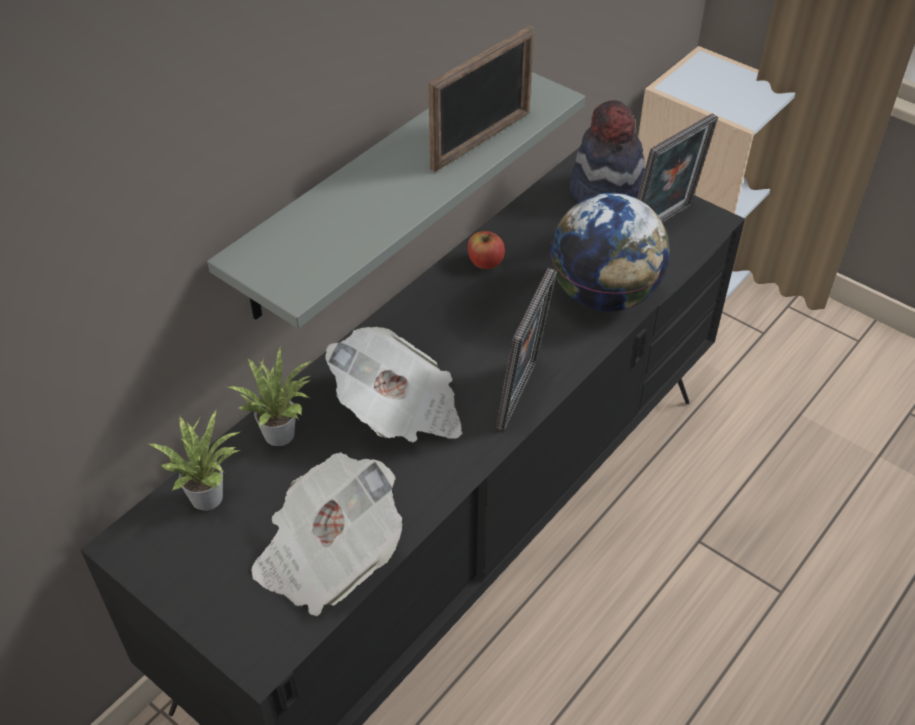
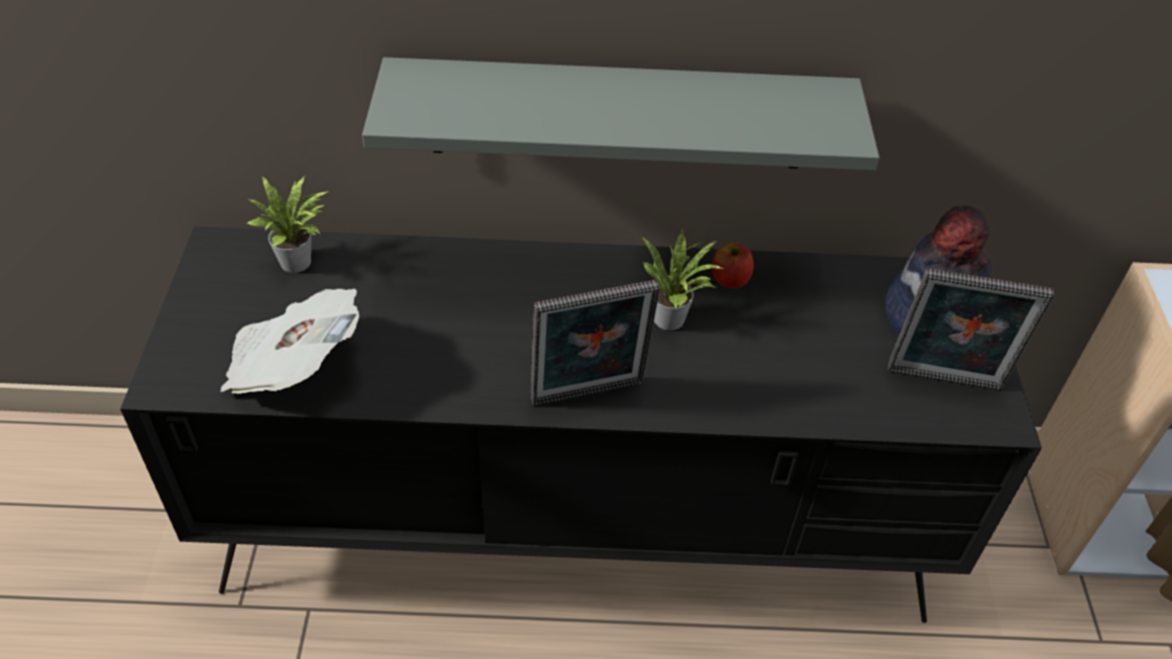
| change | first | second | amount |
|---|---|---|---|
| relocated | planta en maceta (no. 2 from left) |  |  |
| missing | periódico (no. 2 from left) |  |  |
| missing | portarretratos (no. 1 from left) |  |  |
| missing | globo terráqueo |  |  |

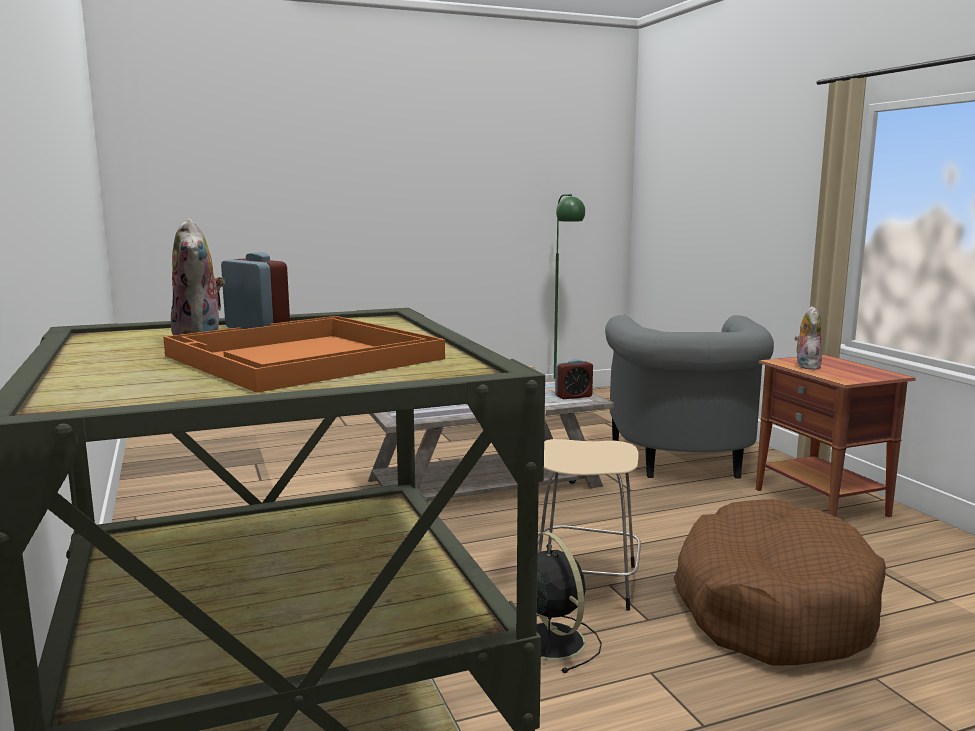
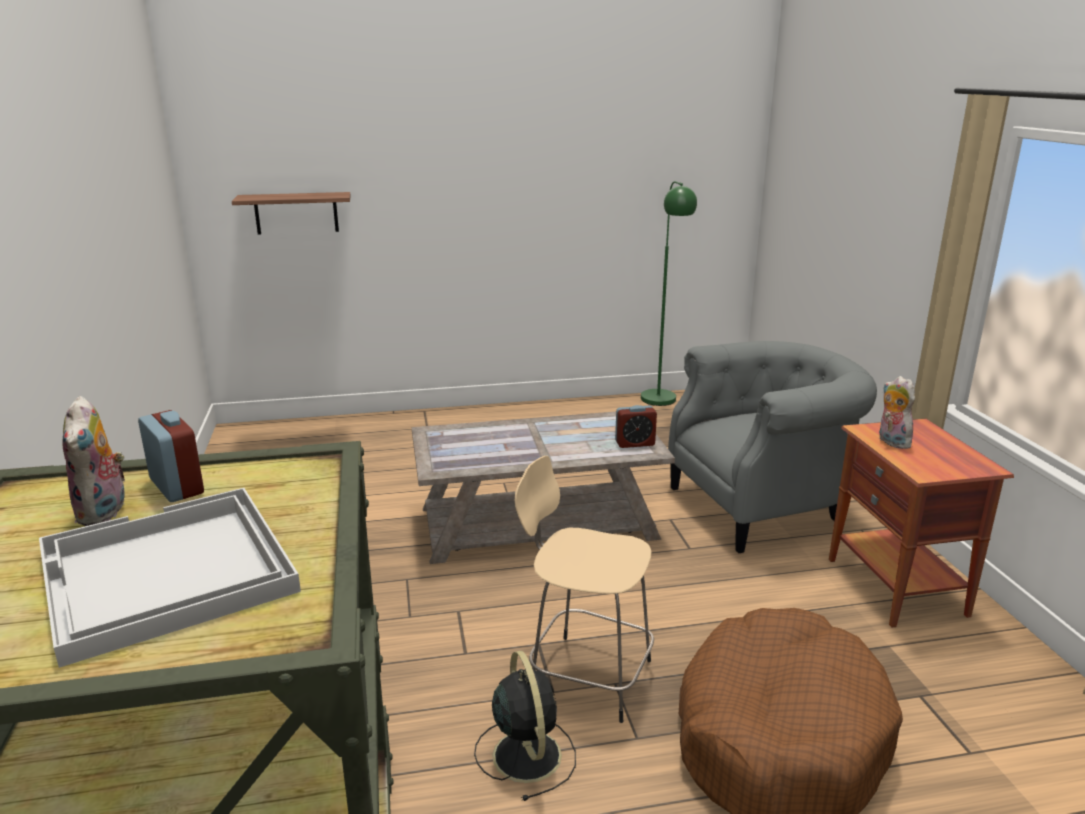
| change | first | second | amount |
|---|---|---|---|
| colour | bandeja [naranja] | bandeja [blanco] |  |
| spun | sillón [gris] |  | 120 degrees counterclockwise |
| spun | peluche (no. 2 from left) |  | 45 degrees counterclockwise |
| appeared |  | estante |  |

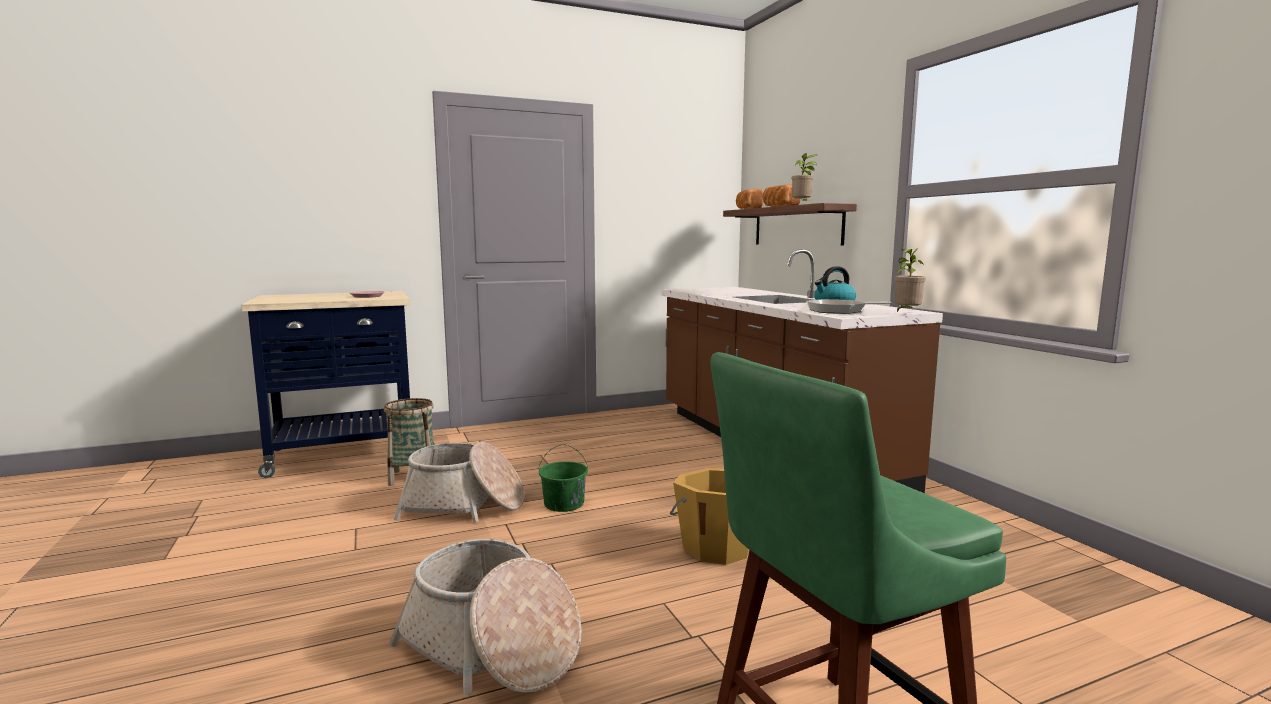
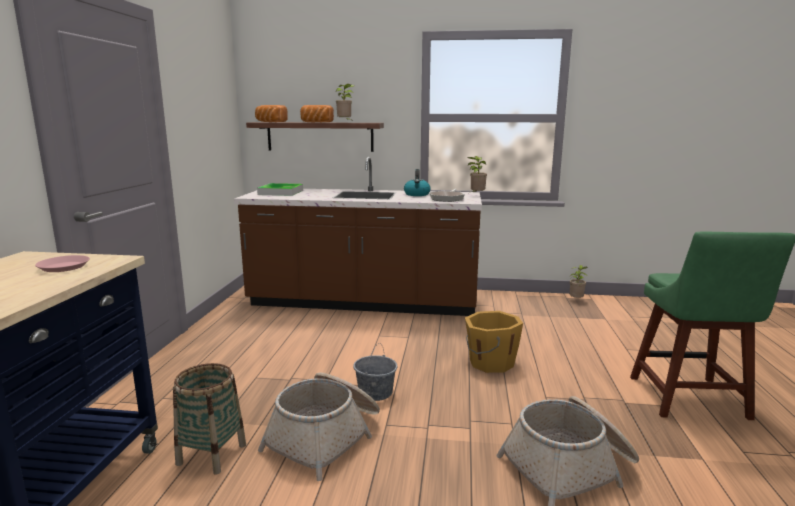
| change | first | second | amount |
|---|---|---|---|
| colour | cubo [verde] | cubo [gris] |  |
| appeared |  | bandeja |  |
| appeared |  | planta en maceta (no. 3 from left) |  |

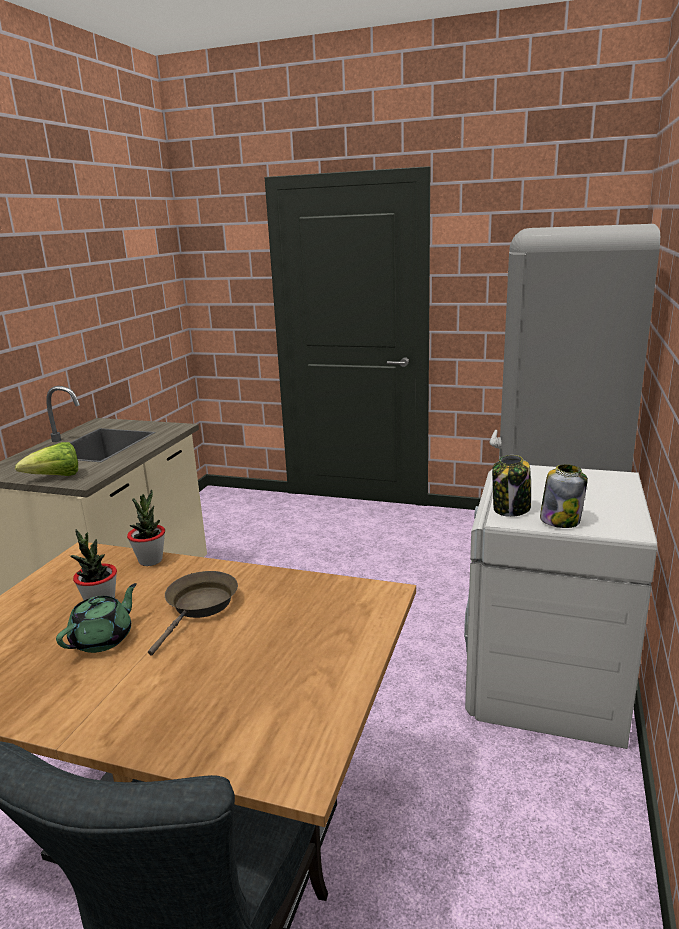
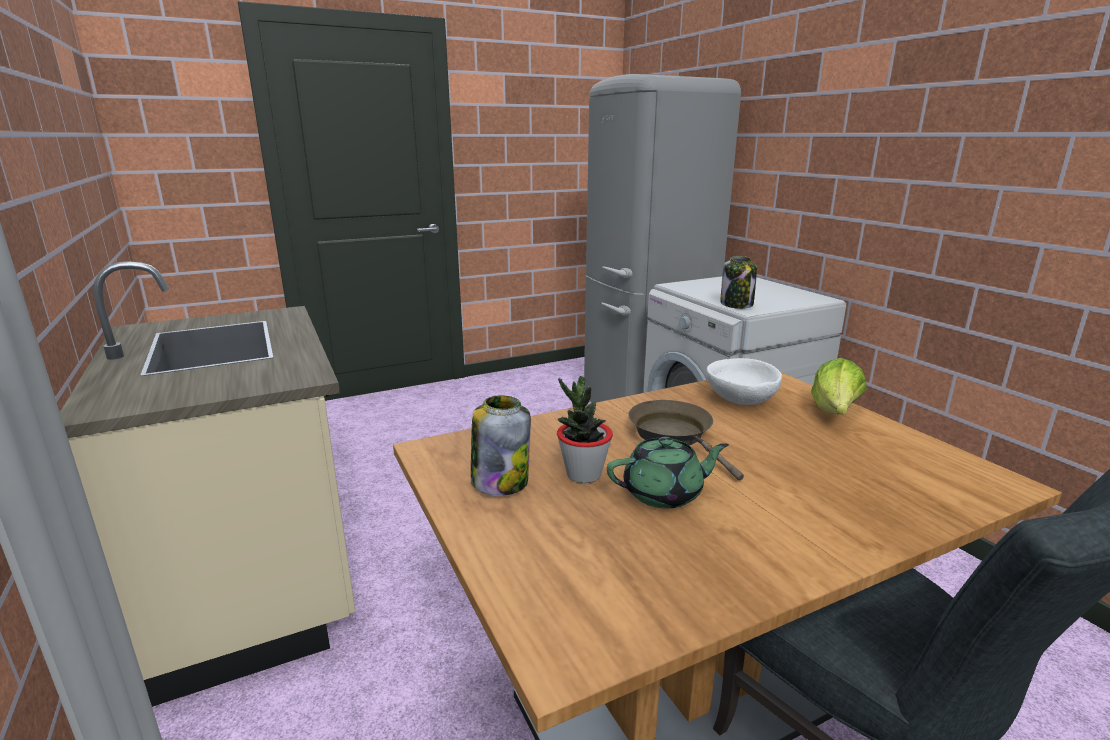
| change | first | second | amount |
|---|---|---|---|
| relocated | lechuga |  |  |
| spun | tetera [verde] |  | 90 degrees clockwise |
| missing | planta en maceta (no. 2 from left) |  |  |
| relocated | tarro (no. 2 from left in the first image) | tarro (no. 1 from left) |  |
| appeared |  | cuenco [blanco] |  |

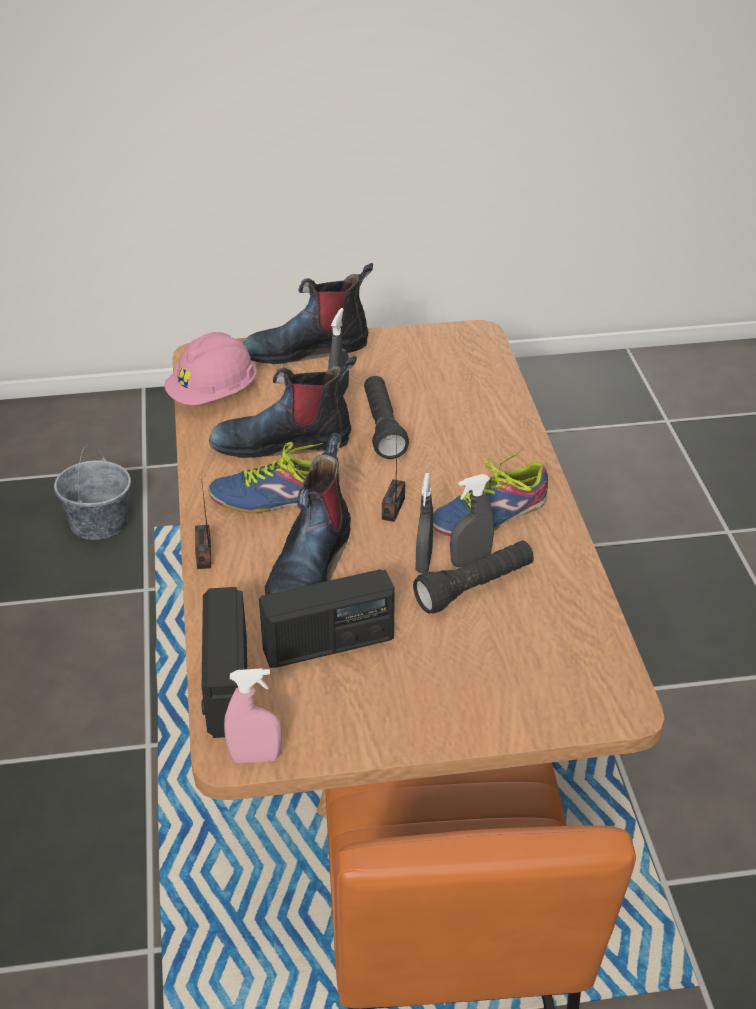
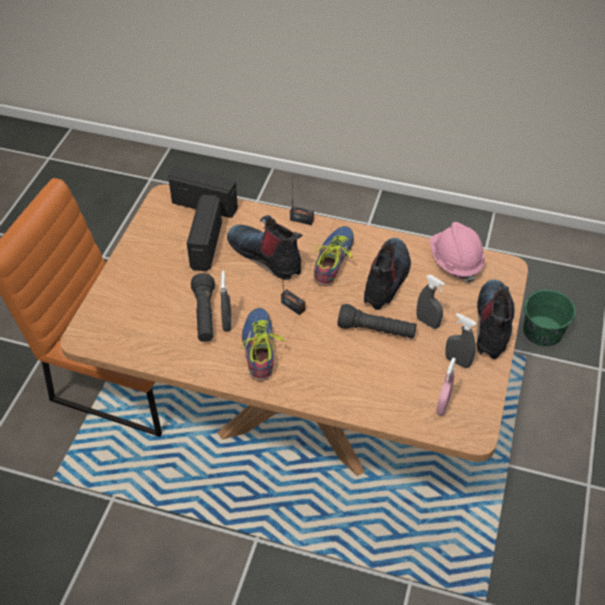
| change | first | second | amount |
|---|---|---|---|
| colour | cubo [gris] | cubo [verde] |  |
| relocated | pulverizador [rosa] |  |  |
| relocated | pulverizador [gris] (no. 2 from left in the first image) | pulverizador [gris] (no. 3 from left) |  |

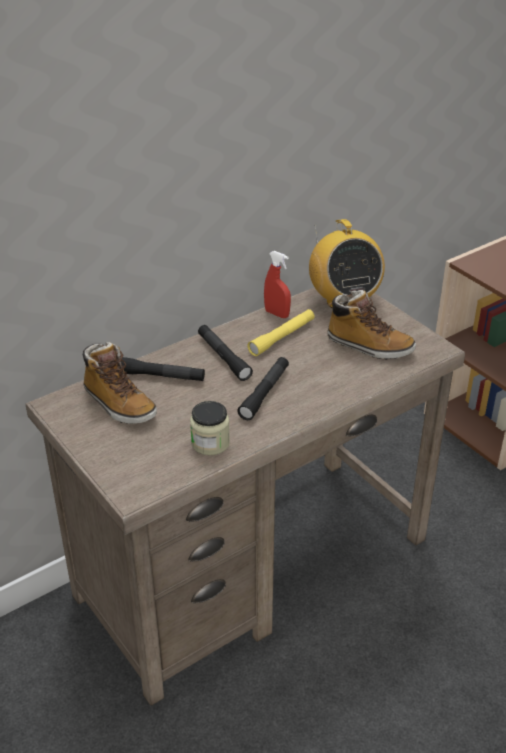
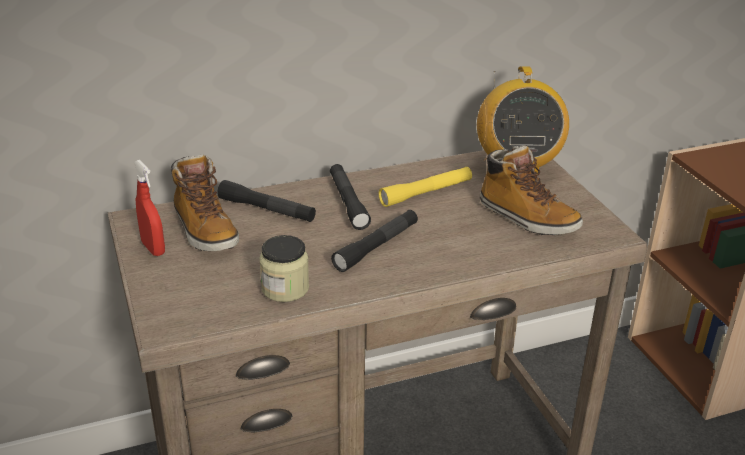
| change | first | second | amount |
|---|---|---|---|
| relocated | pulverizador [rojo] |  |  |

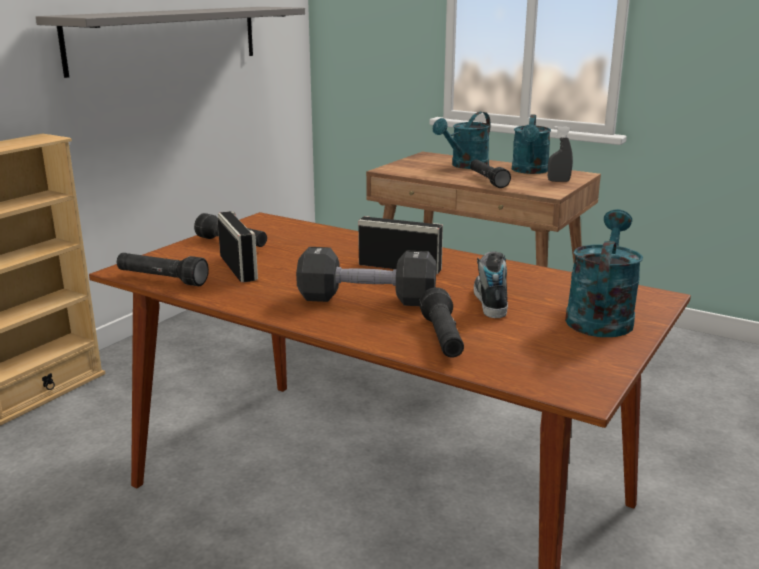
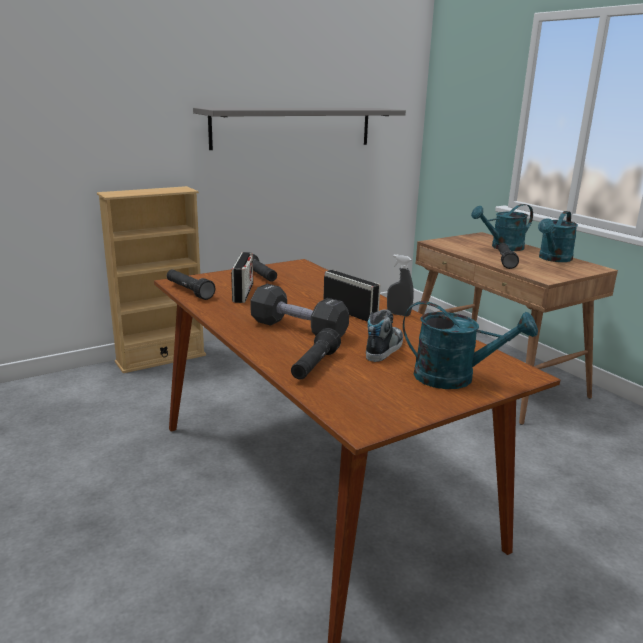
| change | first | second | amount |
|---|---|---|---|
| relocated | pulverizador [gris] |  |  |
| spun | regadera [turquesa] (no. 3 from left in the first image) | regadera [turquesa] (no. 1 from left) | 60 degrees clockwise |

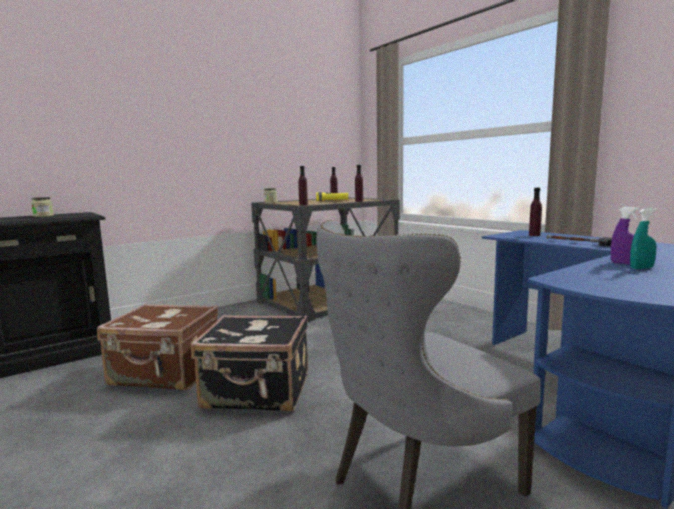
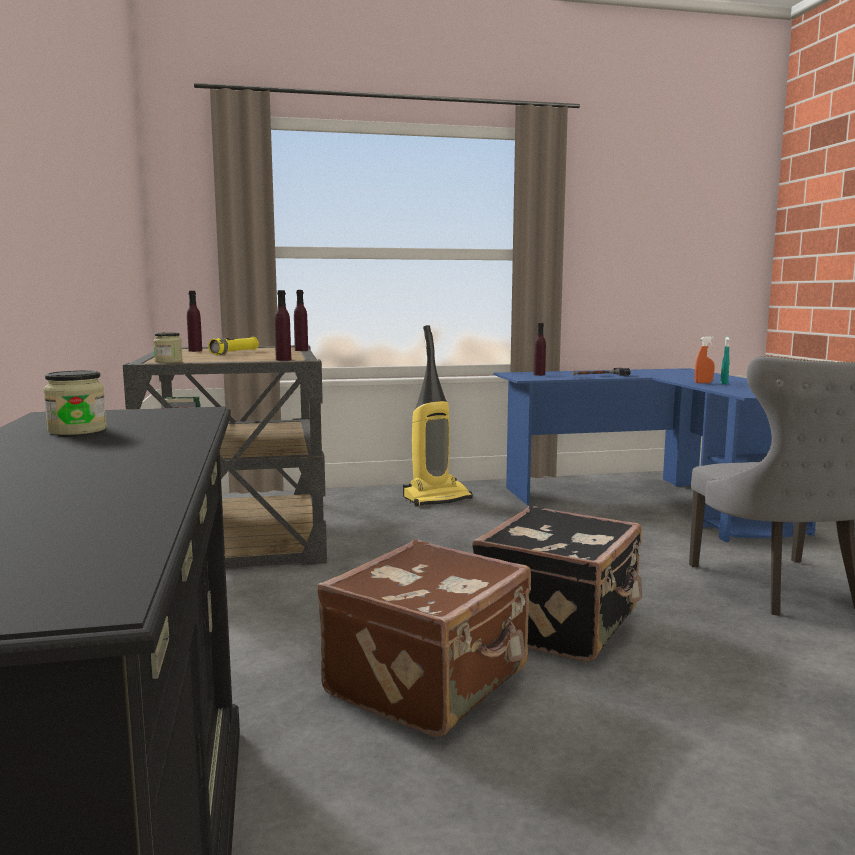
| change | first | second | amount |
|---|---|---|---|
| colour | pulverizador [morado] | pulverizador [naranja] |  |
| appeared |  | aspiradora |  |

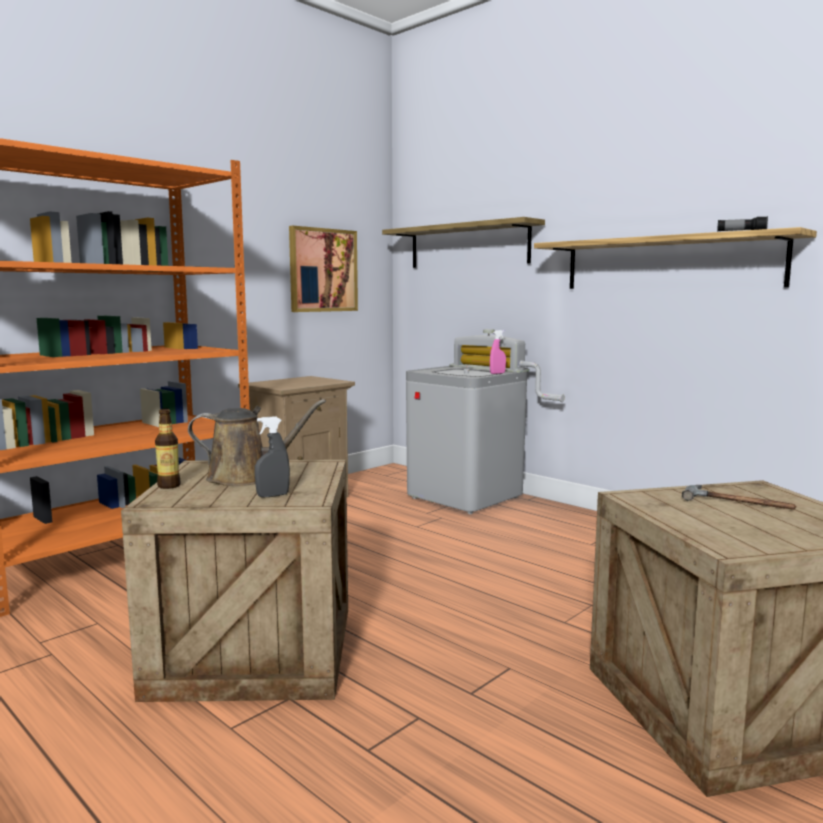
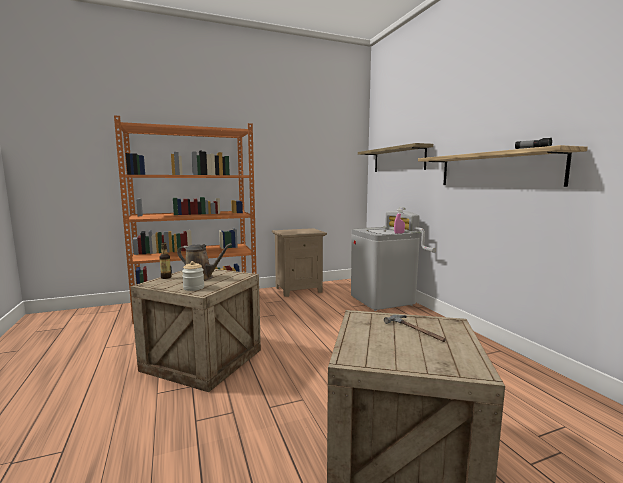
| change | first | second | amount |
|---|---|---|---|
| exchanged | pulverizador [gris] | tarro |  |
| missing | cuadro |  |  |

